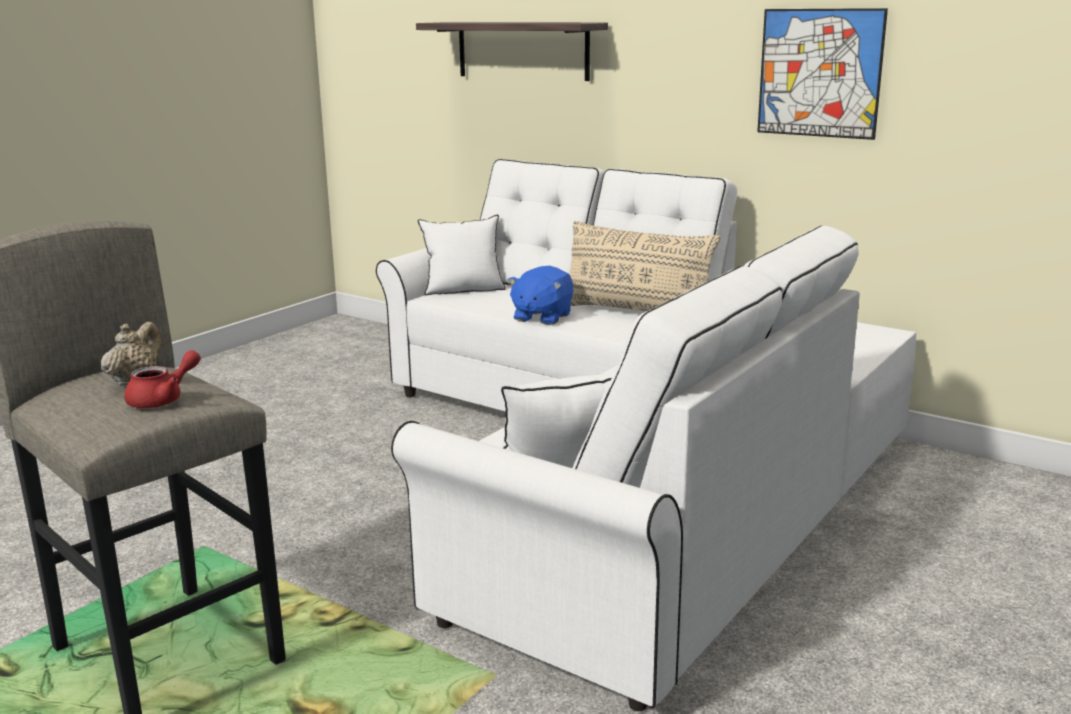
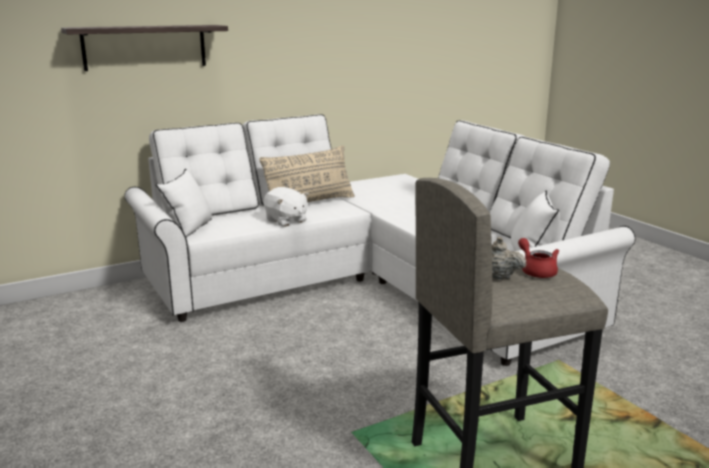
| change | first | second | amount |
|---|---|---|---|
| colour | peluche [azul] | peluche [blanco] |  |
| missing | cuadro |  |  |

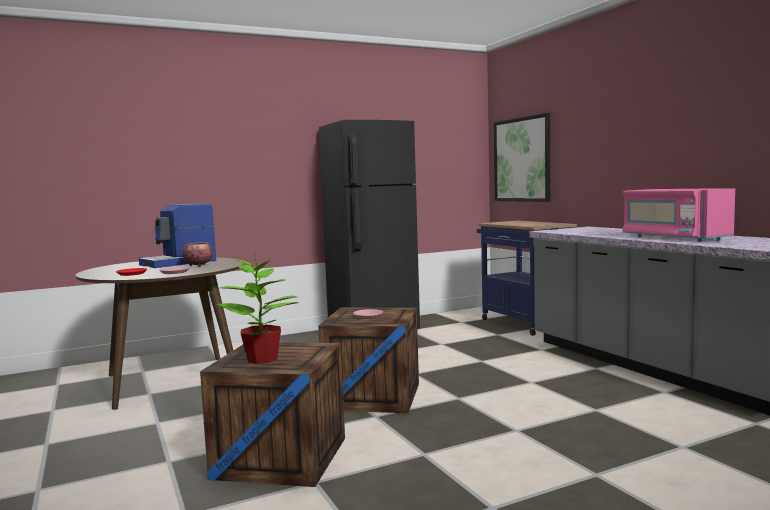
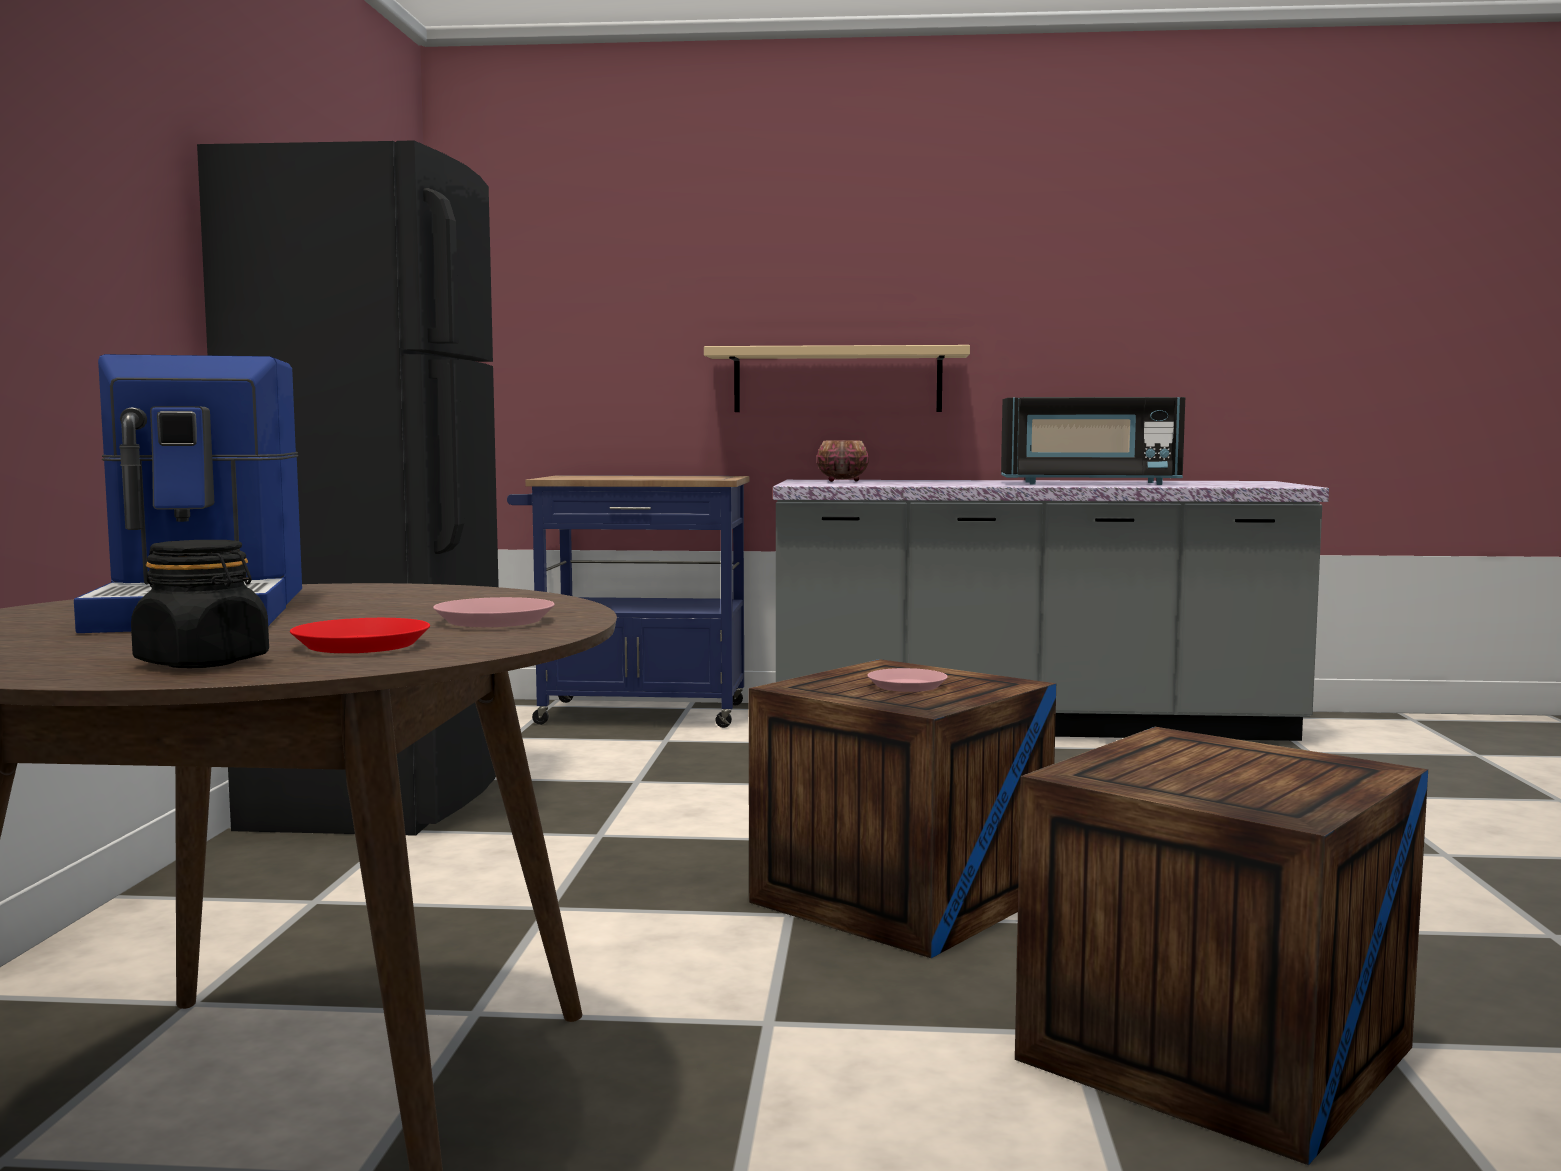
| change | first | second | amount |
|---|---|---|---|
| relocated | cuenco |  |  |
| missing | planta en maceta |  |  |
| missing | cuadro |  |  |
| colour | microondas [rosa] | microondas [negro] |  |
| appeared |  | tarro [negro] |  |
| appeared |  | estante [beis] |  |

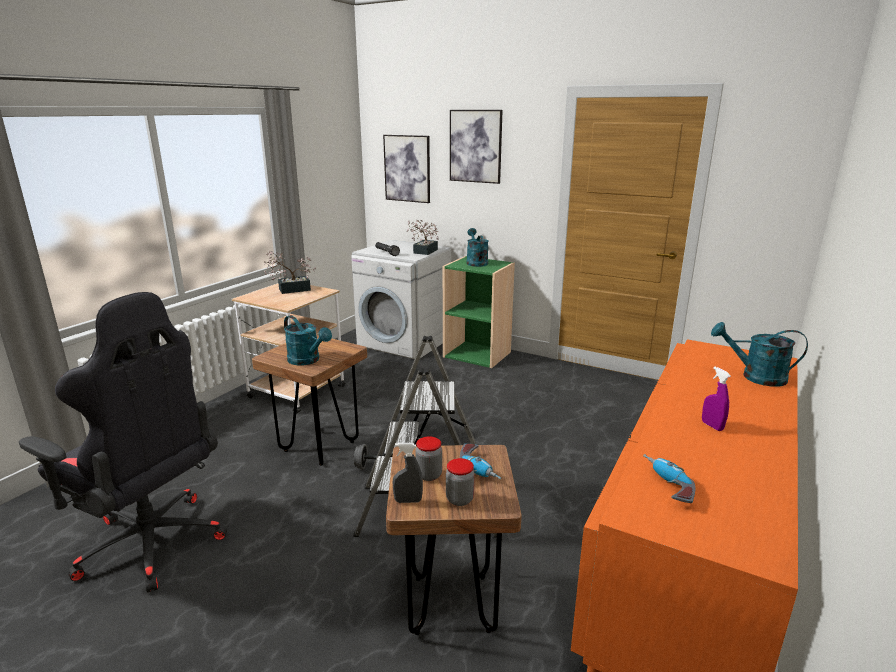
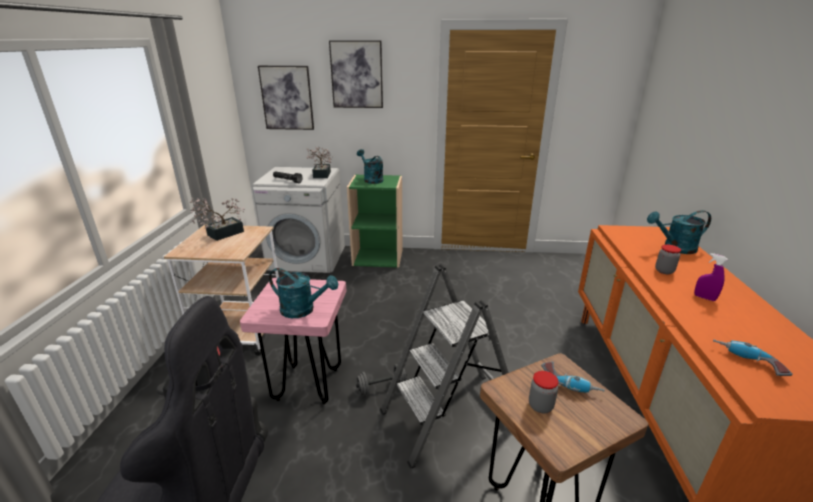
| change | first | second | amount |
|---|---|---|---|
| colour | taburete [marrón] (no. 1 from left) | taburete [rosa] |  |
| missing | pulverizador [gris] |  |  |
| relocated | tarro (no. 2 from left) |  |  |

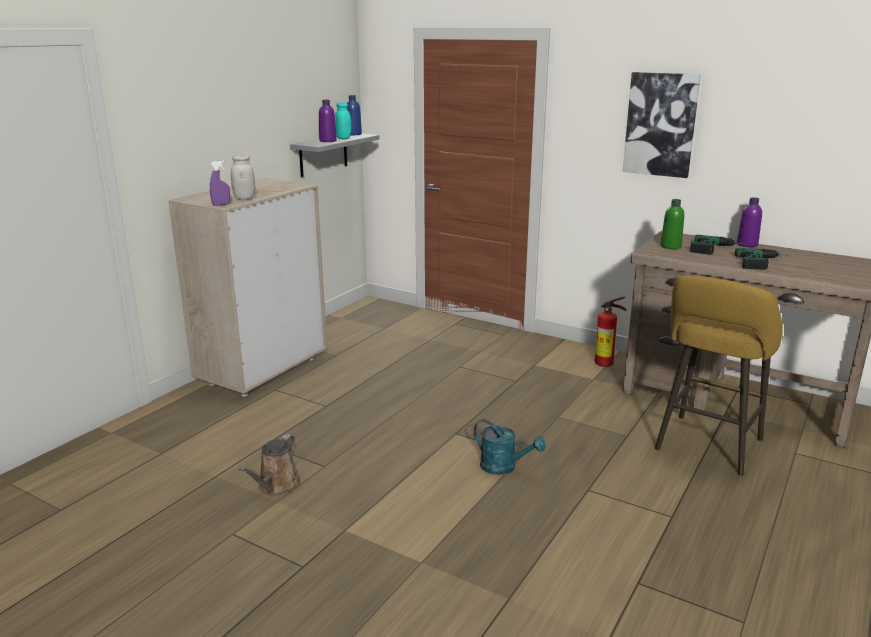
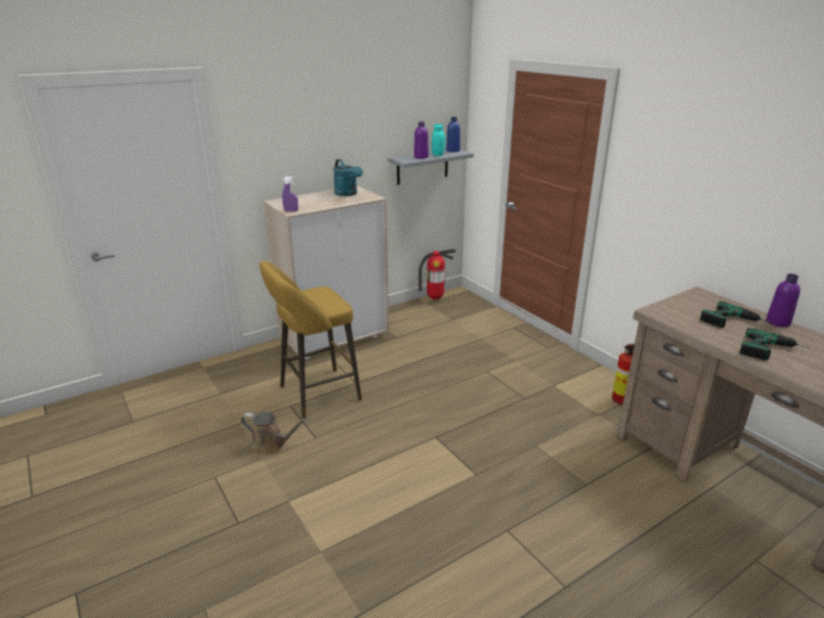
| change | first | second | amount |
|---|---|---|---|
| missing | tarro [blanco] |  |  |
| spun | regadera [marrón] |  | 120 degrees counterclockwise |
| relocated | regadera [turquesa] |  |  |
| missing | cuadro |  |  |
| relocated | taburete [amarillo] |  |  |
| missing | botella [verde] |  |  |
| appeared |  | extintor (no. 1 from left) |  |

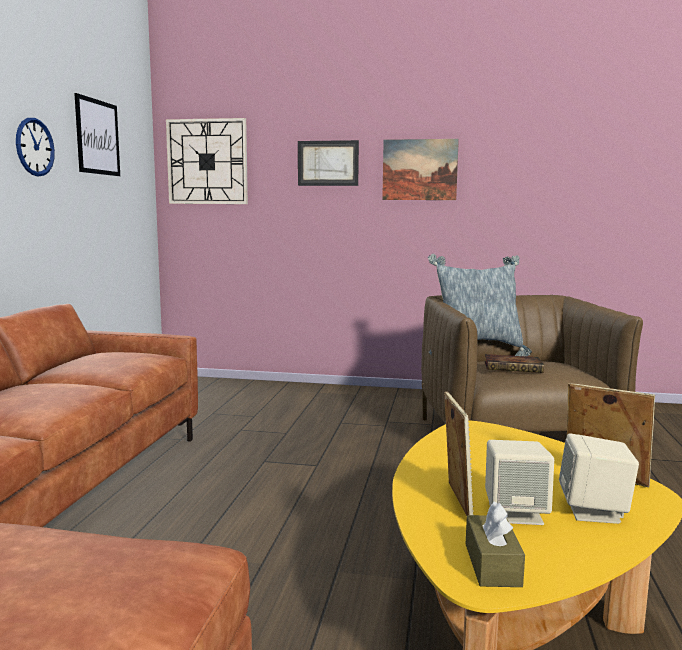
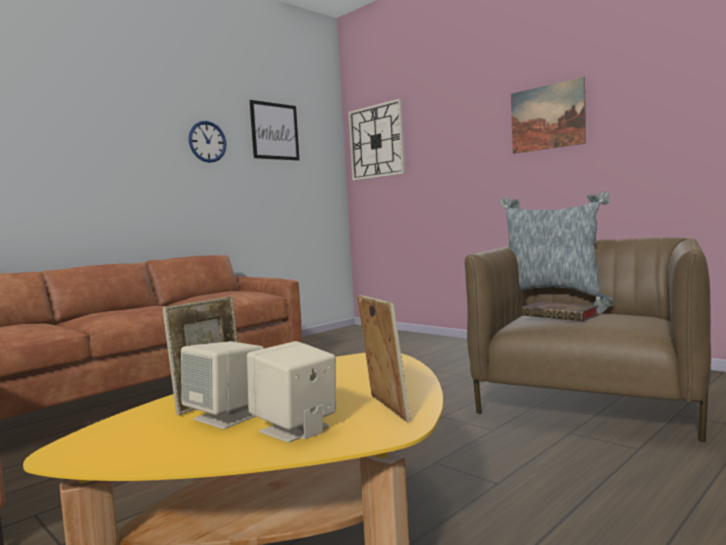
| change | first | second | amount |
|---|---|---|---|
| missing | cuadro (no. 2 from left) |  |  |
| missing | caja de pañuelos [marrón] |  |  |

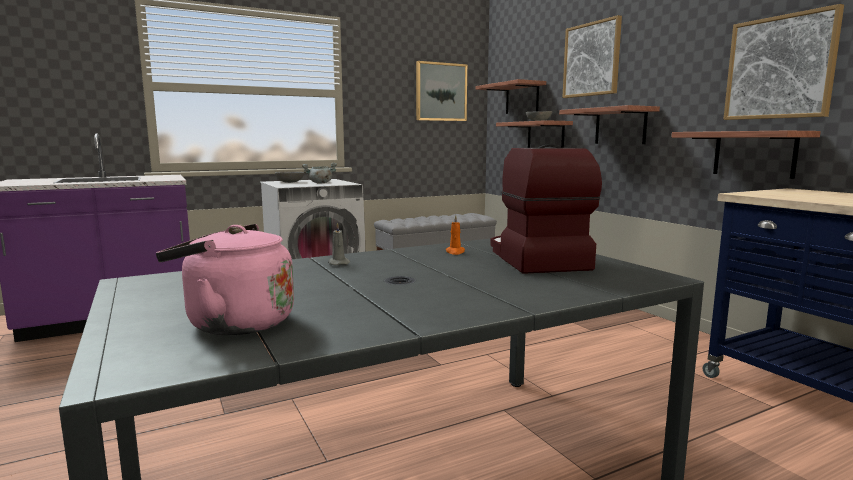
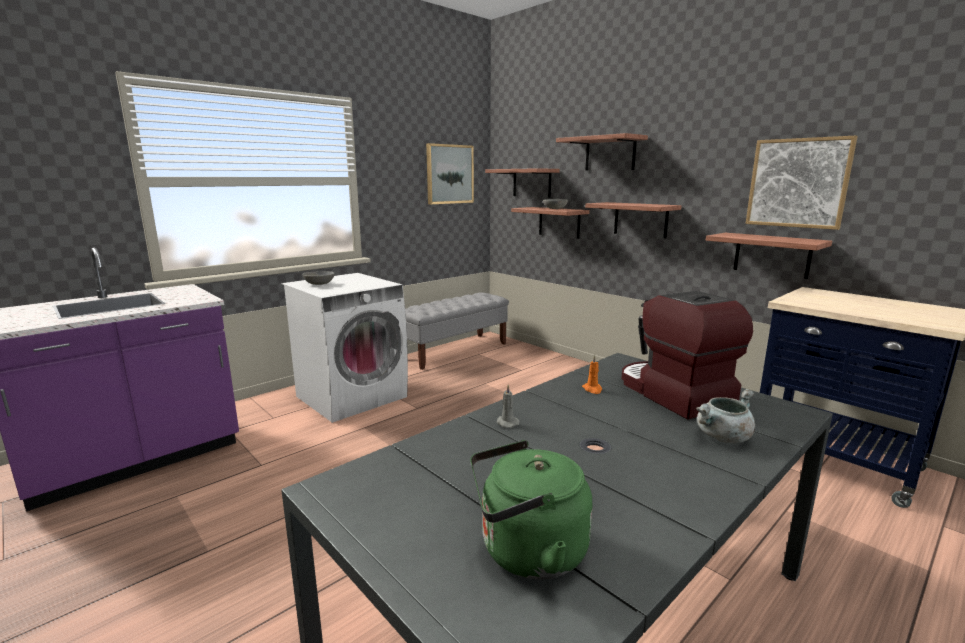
| change | first | second | amount |
|---|---|---|---|
| colour | hervidor [rosa] | hervidor [verde] |  |
| relocated | olla [gris] |  |  |
| exchanged | cuadro (no. 2 from left) | estante (no. 3 from left) |  |

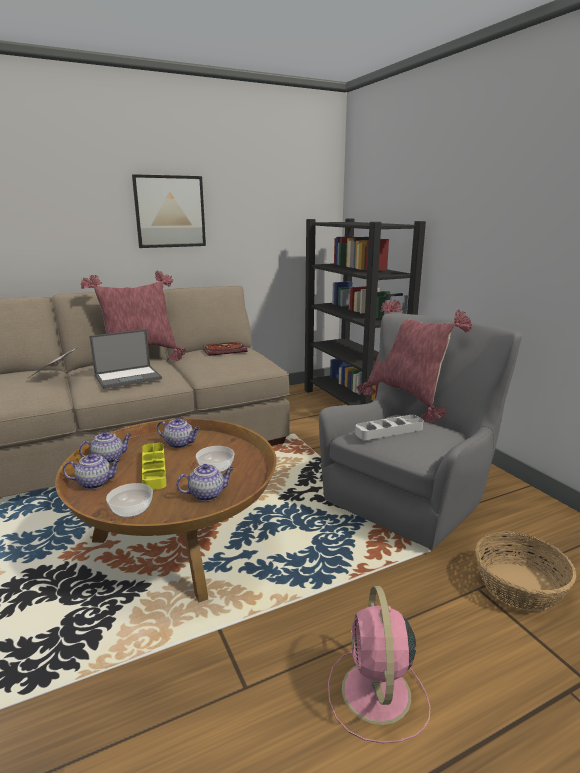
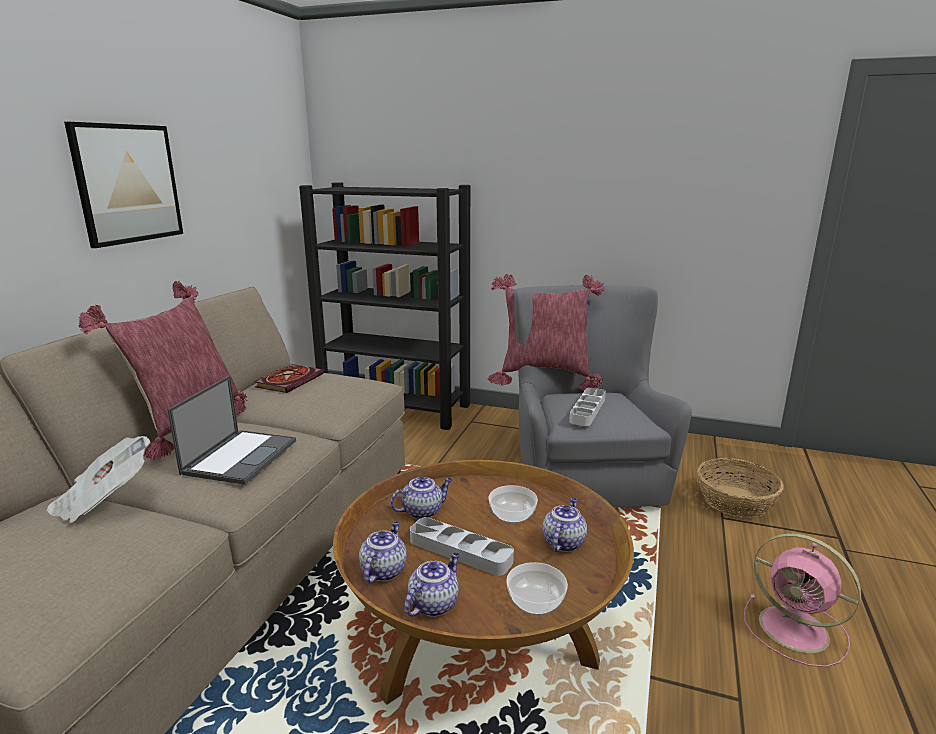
| change | first | second | amount |
|---|---|---|---|
| colour | bandeja [amarillo] | bandeja [gris] (no. 1 from left) |  |

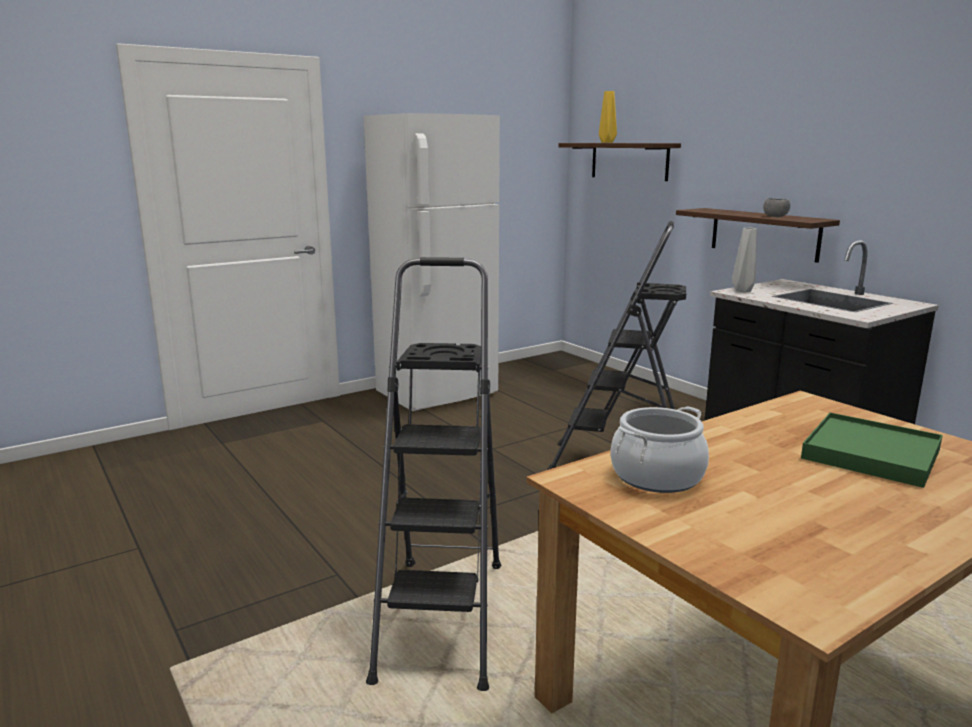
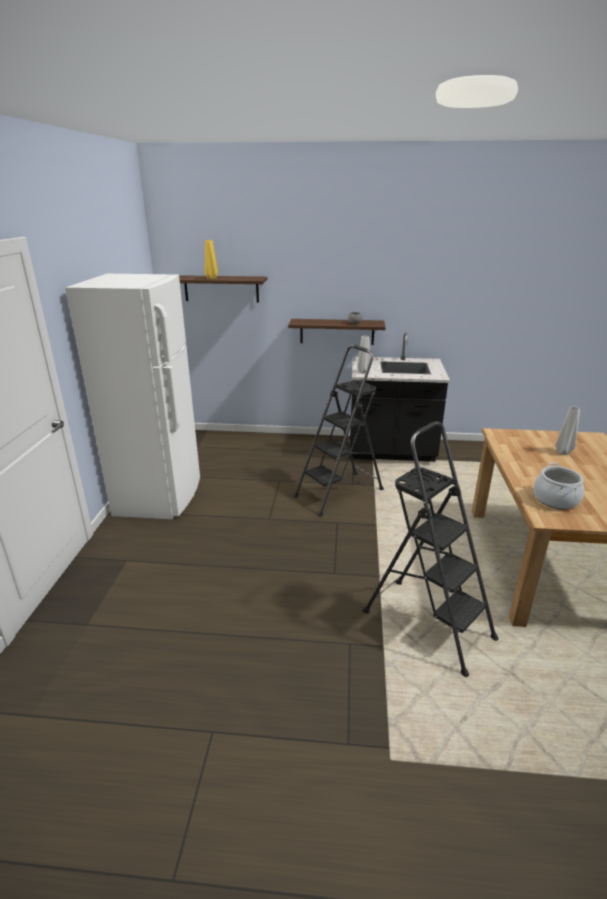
| change | first | second | amount |
|---|---|---|---|
| exchanged | bandeja [verde] | florero [gris] (no. 2 from left) |  |

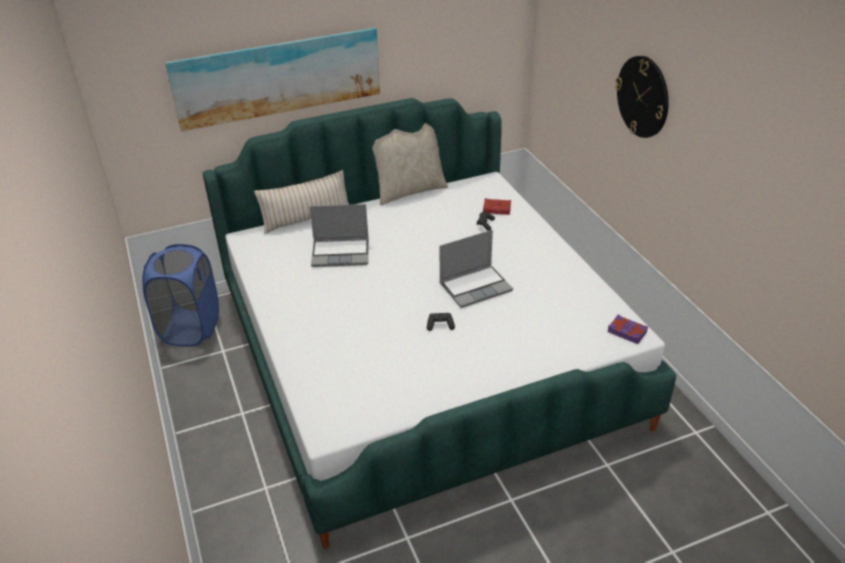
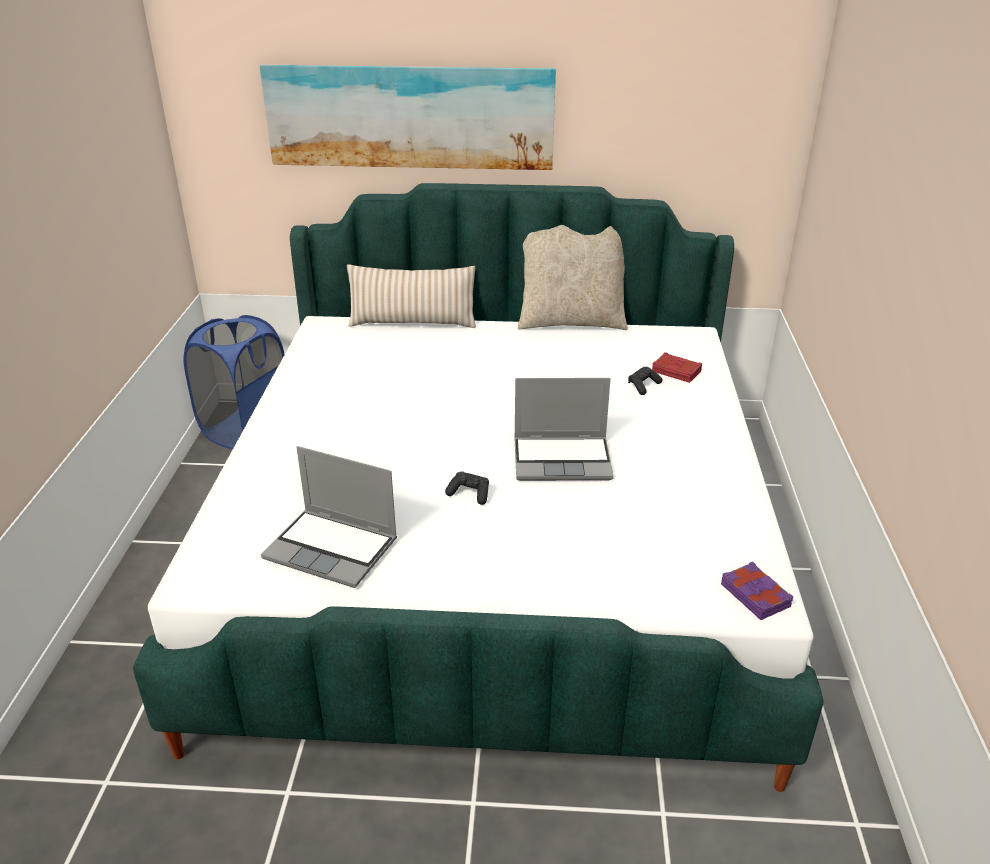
| change | first | second | amount |
|---|---|---|---|
| relocated | portátil (no. 1 from left) |  |  |
| missing | reloj de pared |  |  |

